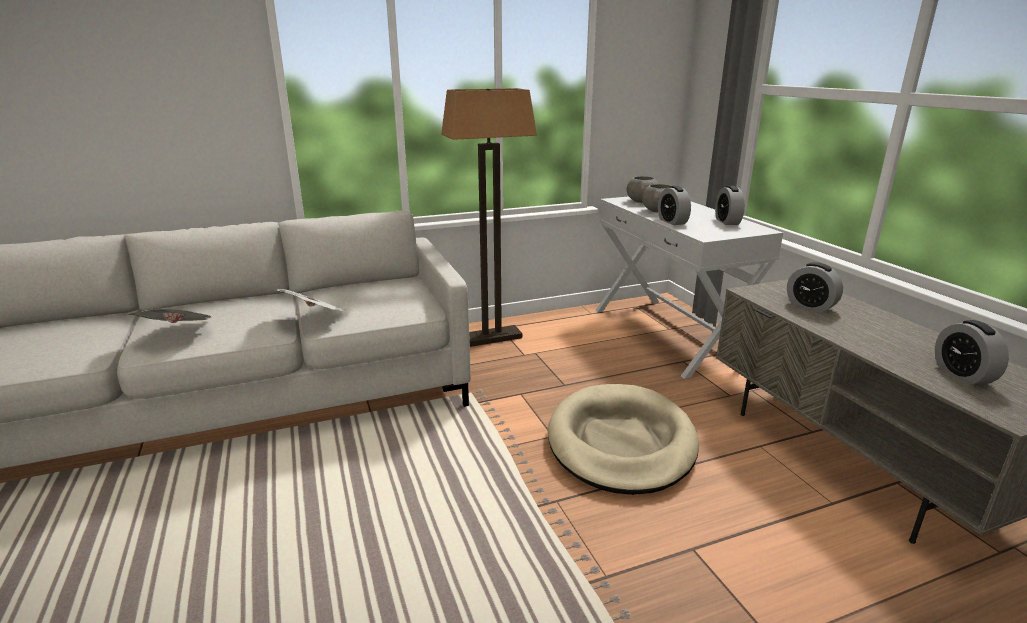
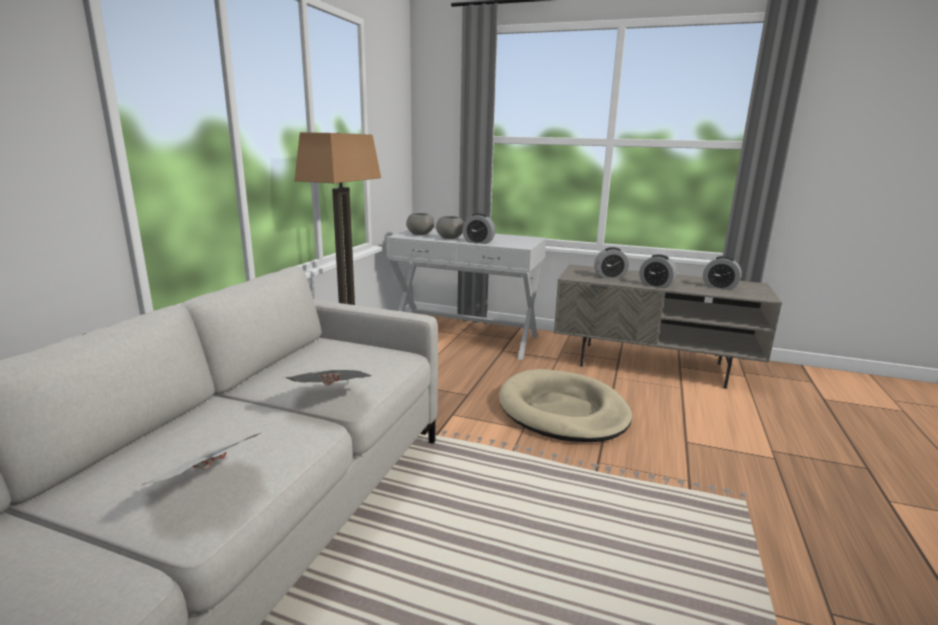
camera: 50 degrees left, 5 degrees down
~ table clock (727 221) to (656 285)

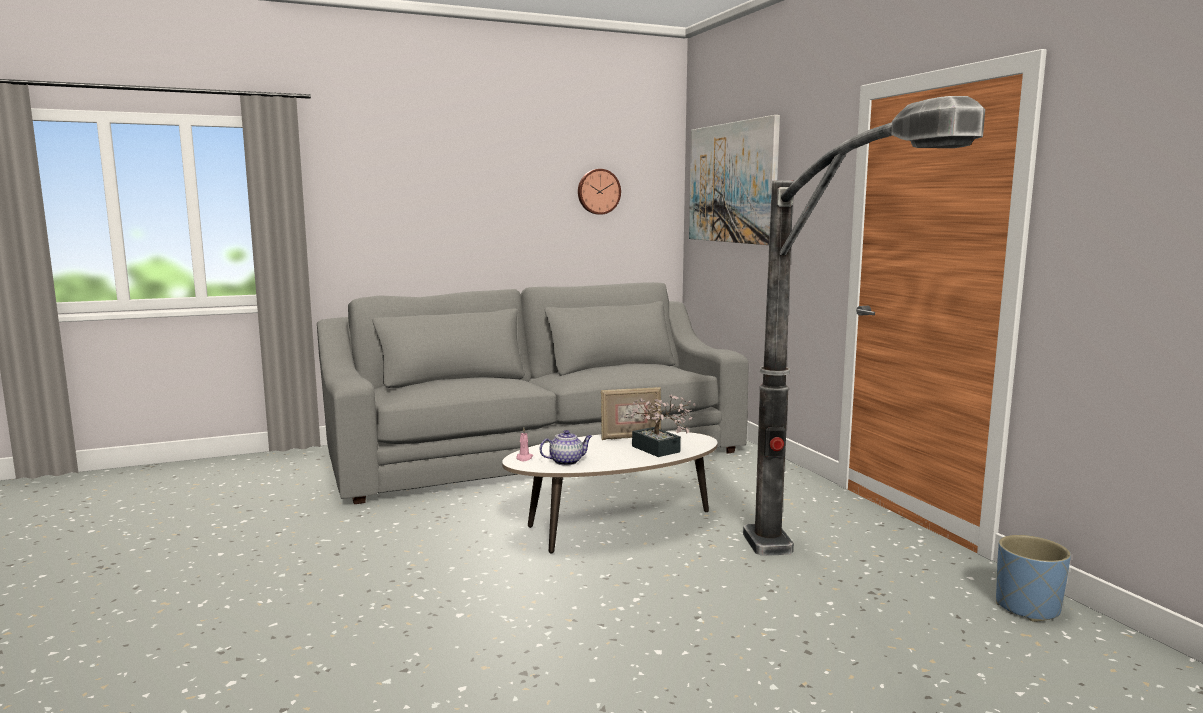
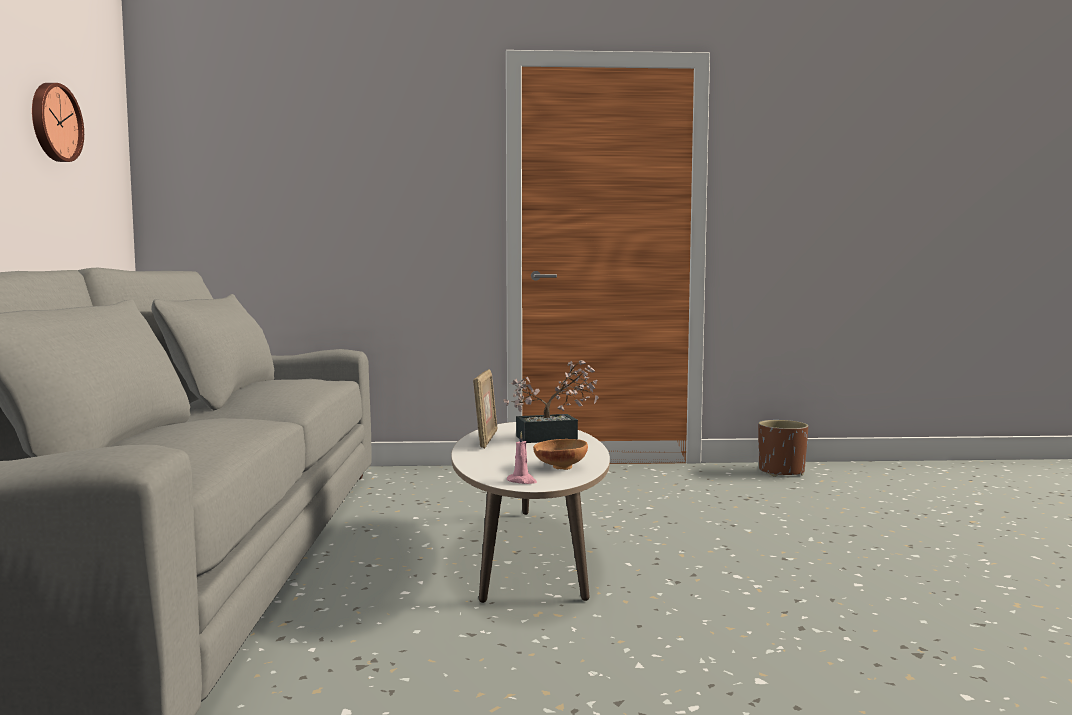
camera: 70 degrees left, 5 degrees down
- floor lamp (818 612)
- wall art (732 183)
~ teapot (567 461) to brown serving bowl (559 467)
~ bluish flower pot (1028 608) to brown flower pot (781 472)

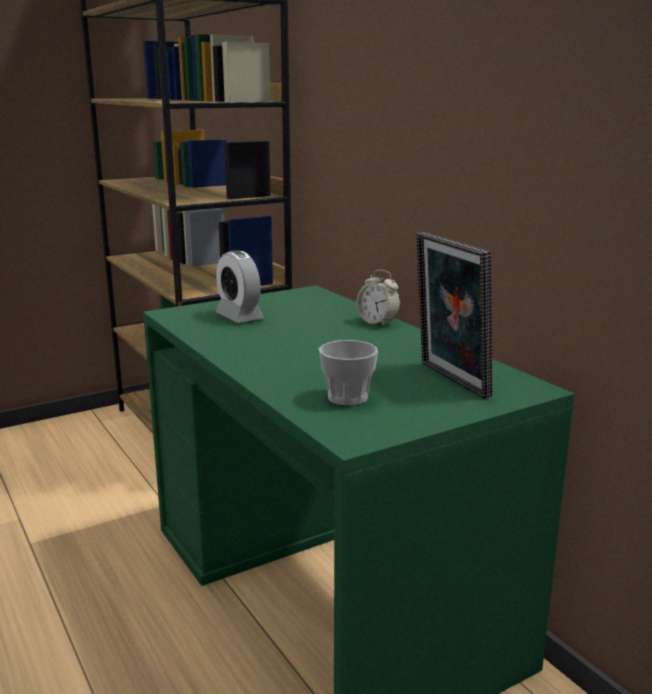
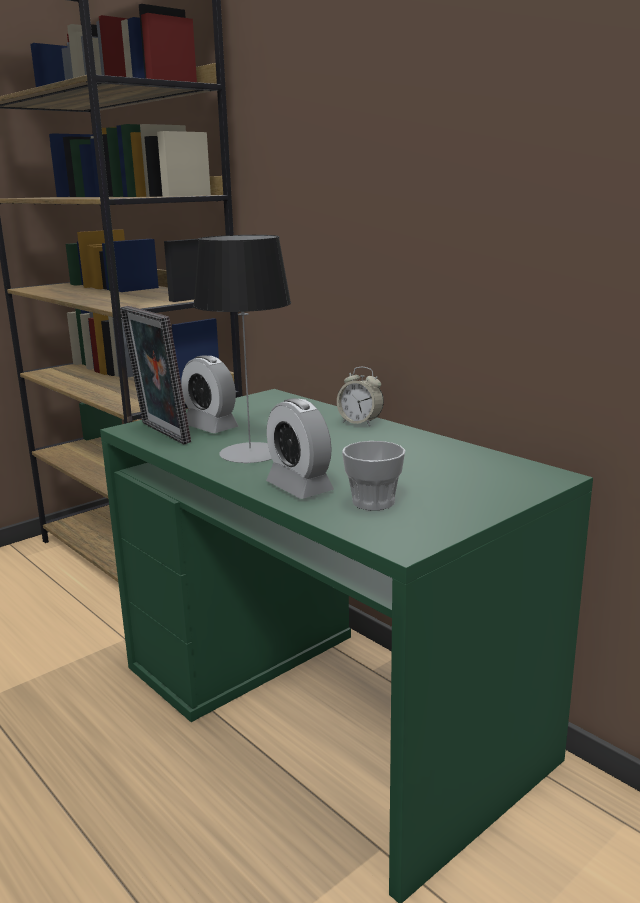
camera: 10 degrees left, 0 degrees up
~ photo frame (449 380) to (160 434)
+ table lamp (250 453)
+ table clock (299 487)

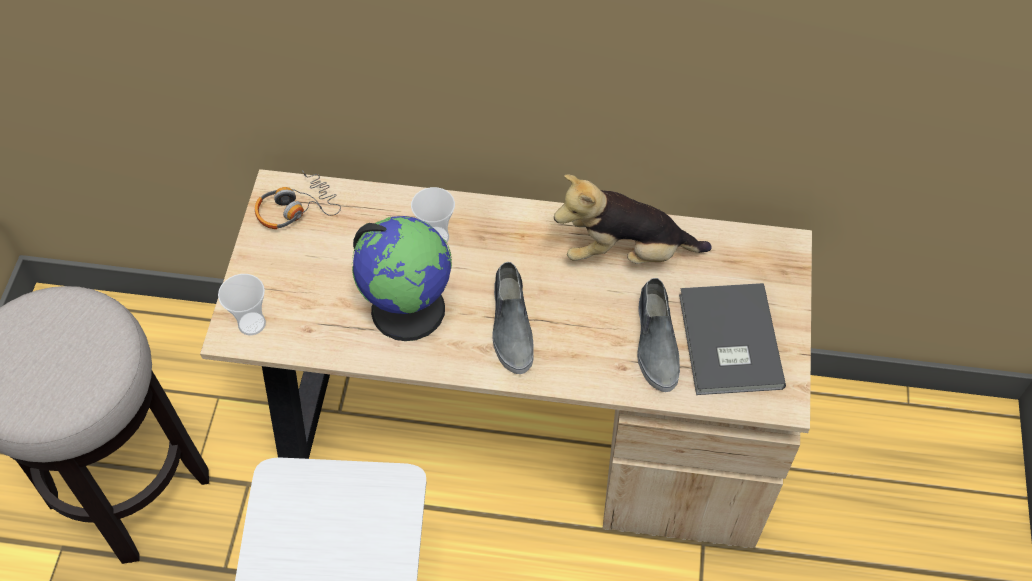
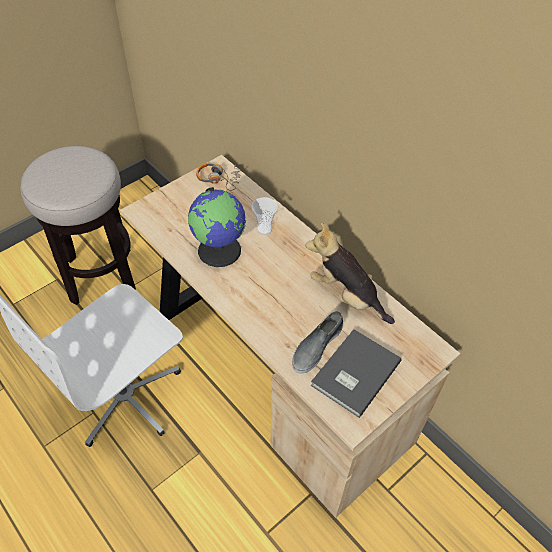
camera: 40 degrees right, 5 degrees down
- greyish low shoe (511 326)
- small cup (252 323)

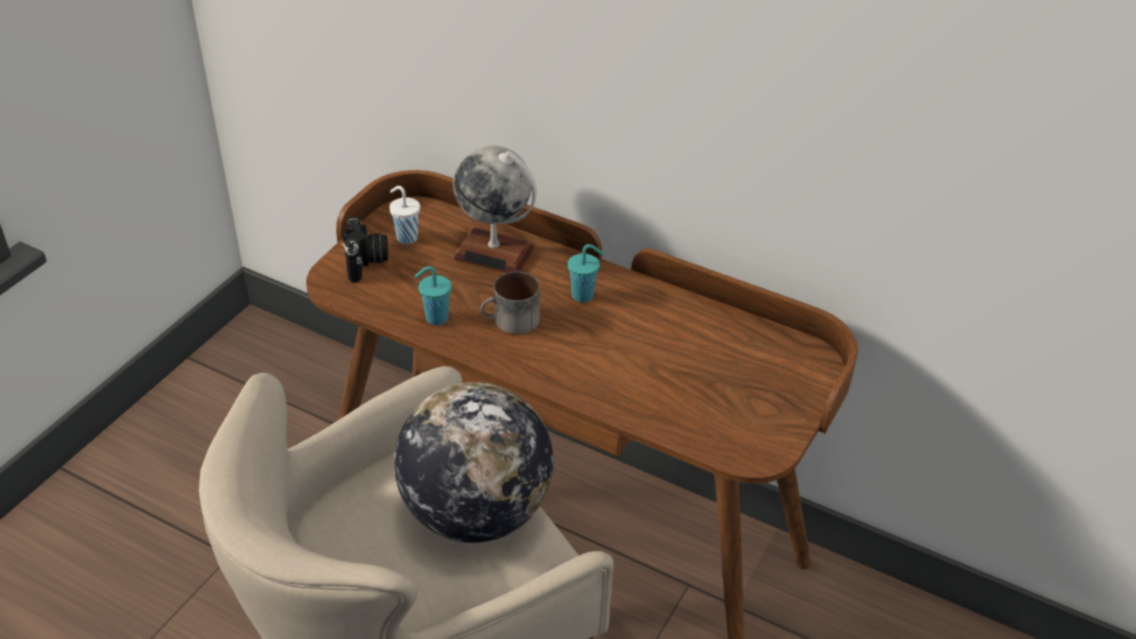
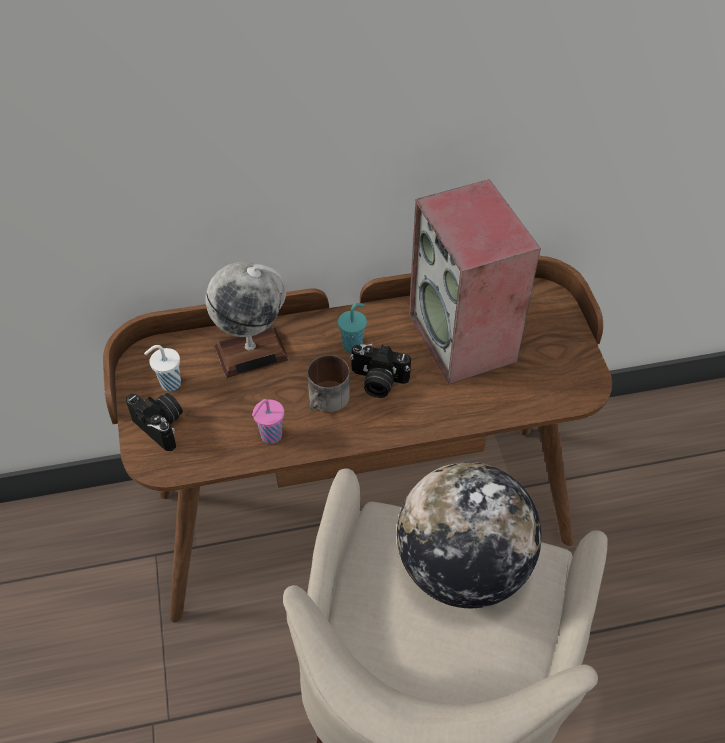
camera: 40 degrees left, 10 degrees up
~ turquoise small cup (435 318) to pink-coloured small cup (270 436)
+ loudspeaker (464 338)
+ still camera (378 382)

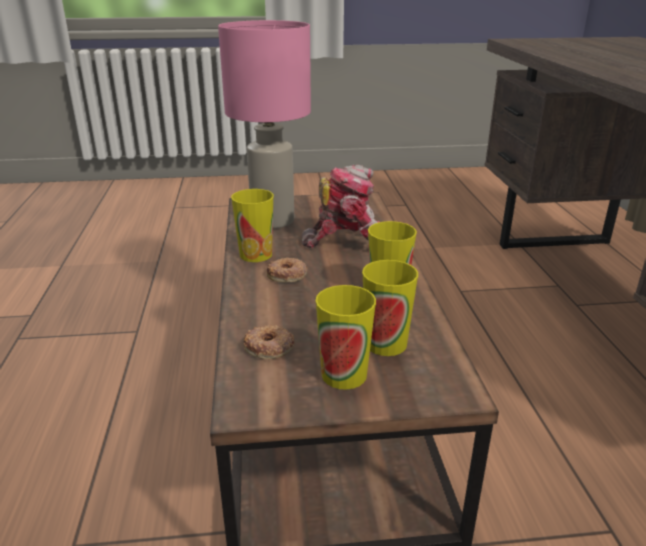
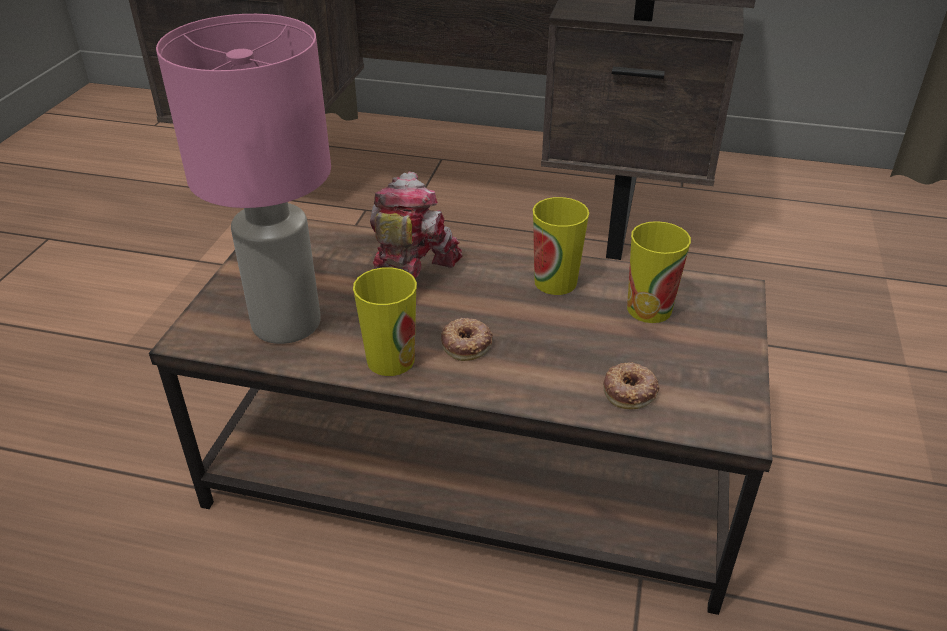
camera: 70 degrees left, 10 degrees up
- small cup (344 375)

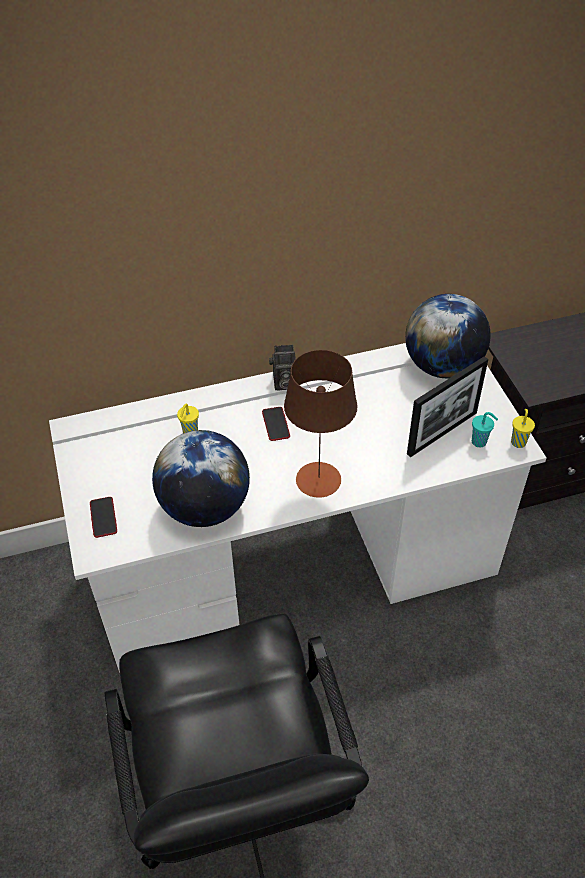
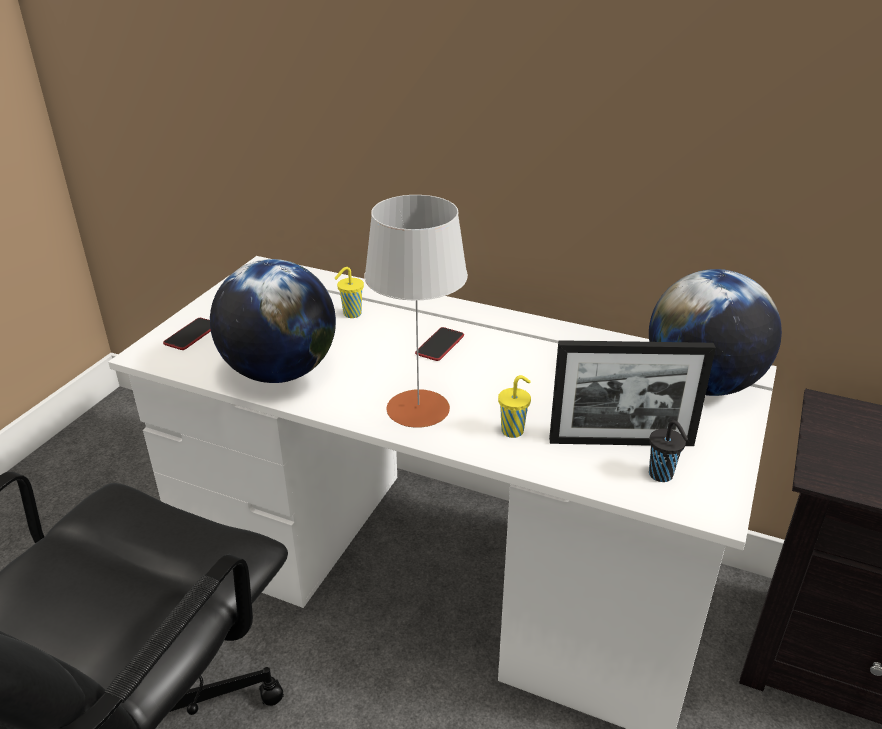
camera: 40 degrees right, 15 degrees down
- still camera (283 383)
~ brown table lamp (318 479) to greyish table lamp (418 409)
~ yellow small cup (518 442) to (513 430)
~ turquoise small cup (480 442) to black small cup (662 475)

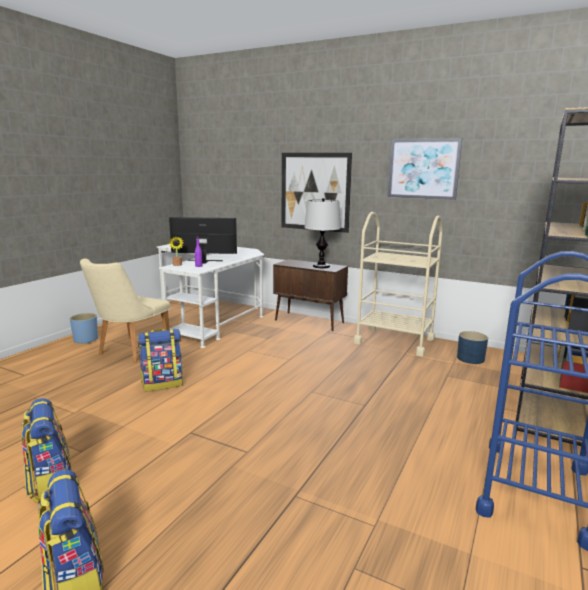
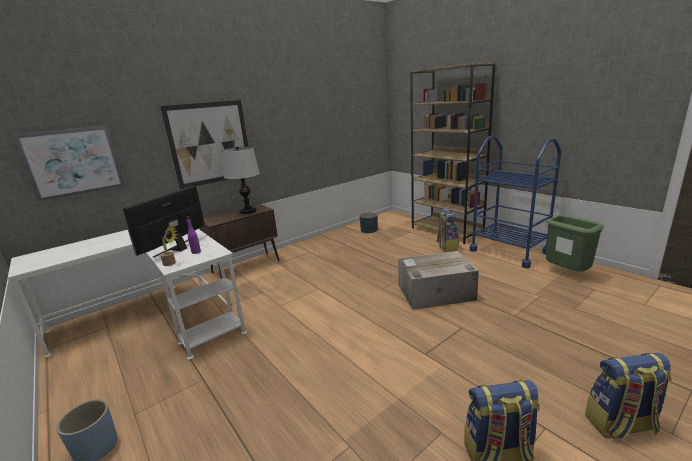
camera: 65 degrees left, 5 degrees up
~ wall art (423 169) to (73 162)
- beige wheeled cart (394 341)
- beige plain chair (129 352)
~ knapsack (162 384) to (447 247)
+ green-coloured trash can (567 273)
+ carton (435 292)

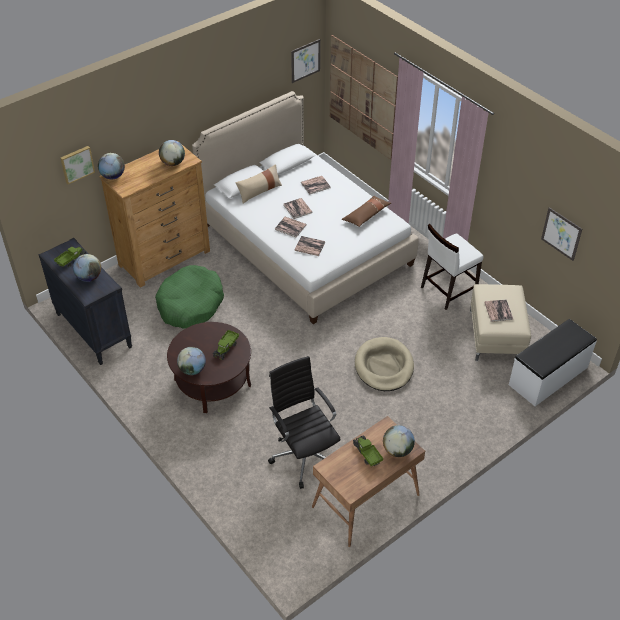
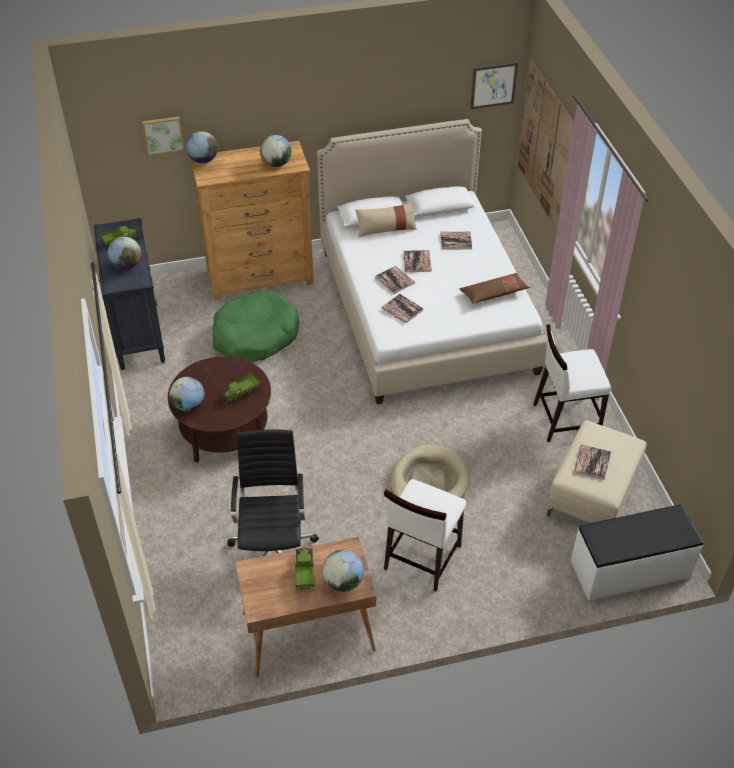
camera: 25 degrees right, 0 degrees up
- wall art (561 233)
+ white plain chair (421 558)

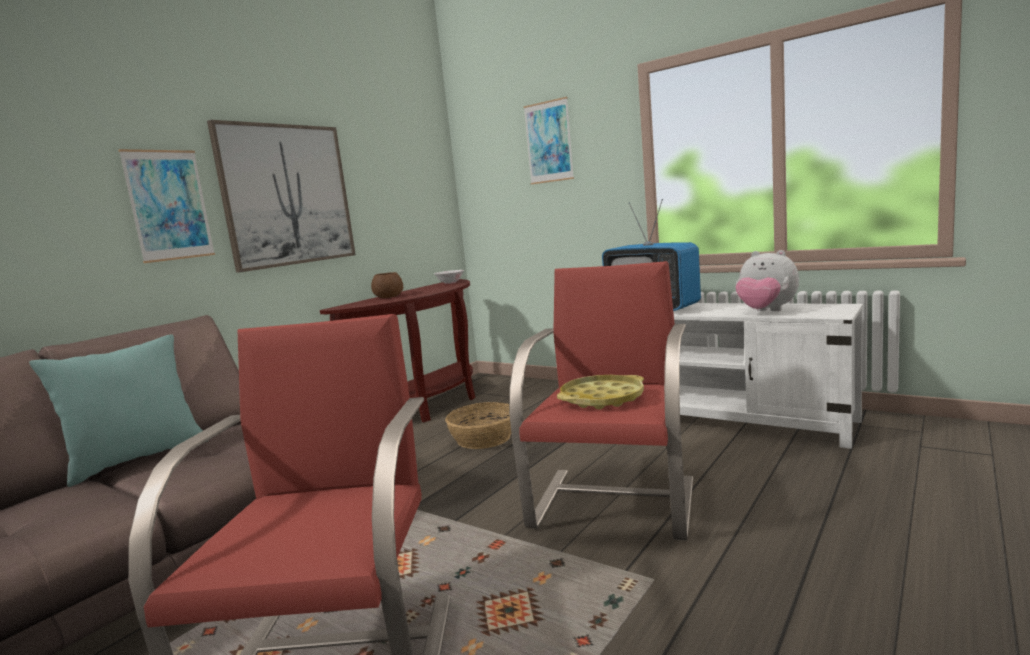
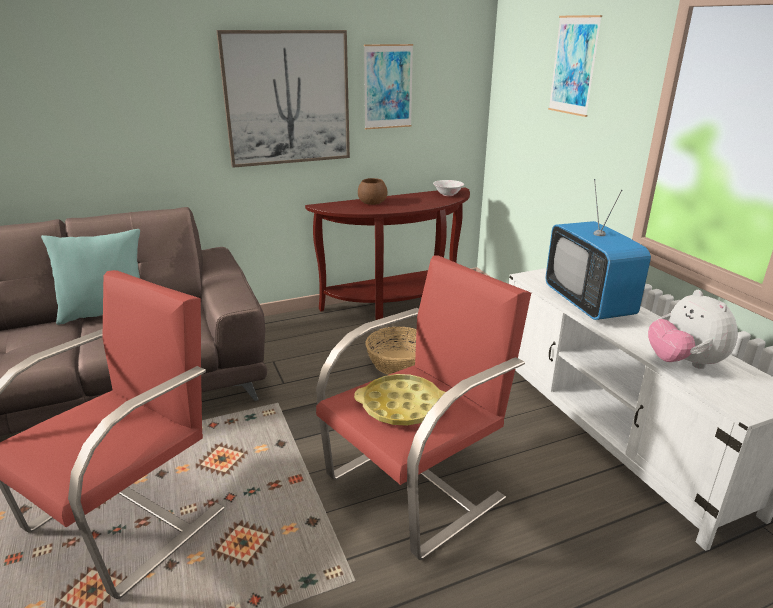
camera: 30 degrees right, 15 degrees up
~ wall art (169 205) to (388 87)

